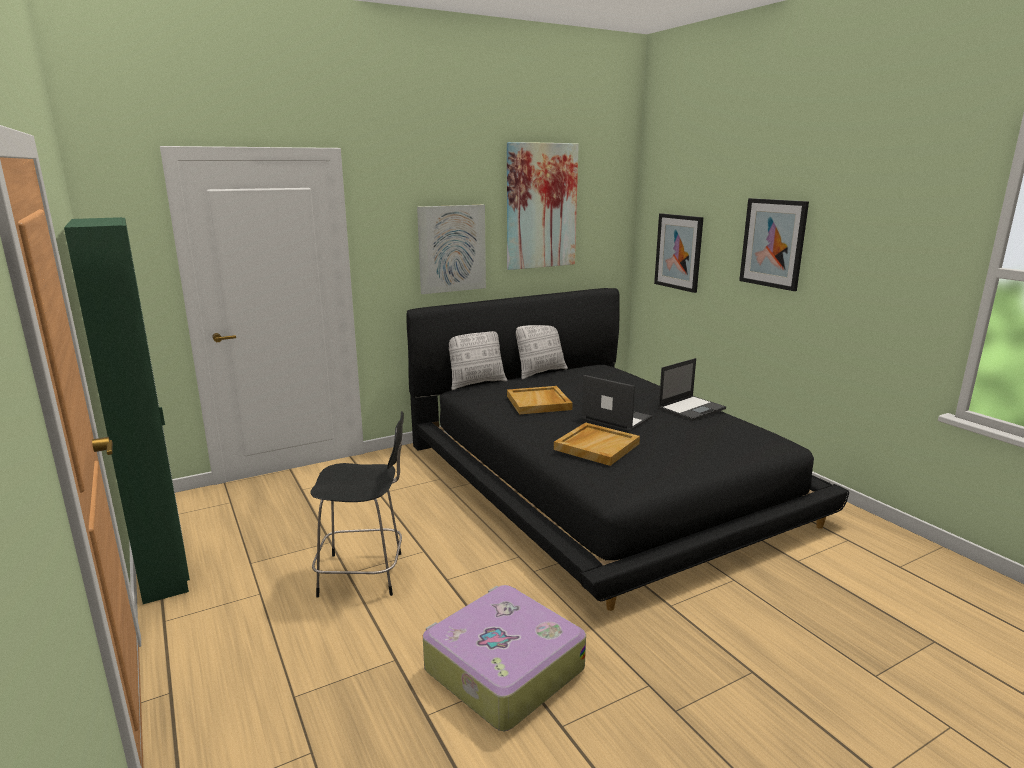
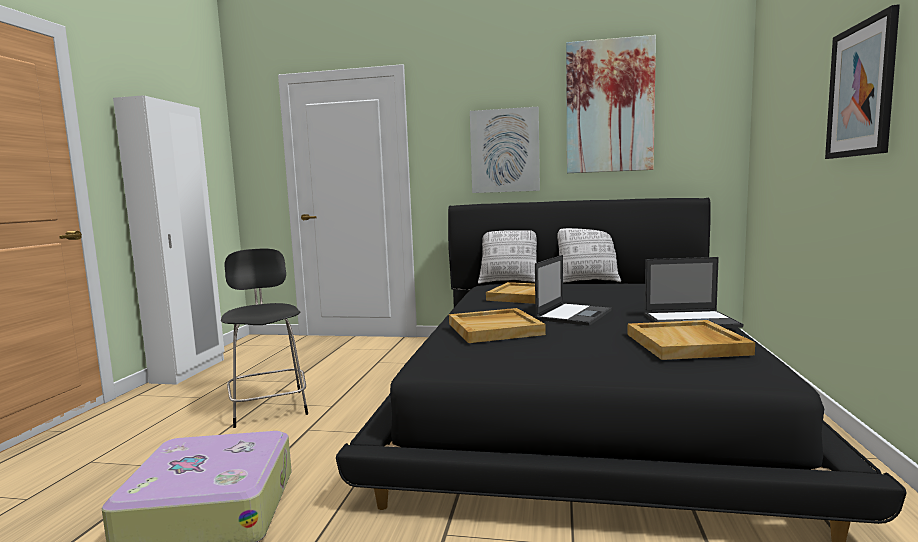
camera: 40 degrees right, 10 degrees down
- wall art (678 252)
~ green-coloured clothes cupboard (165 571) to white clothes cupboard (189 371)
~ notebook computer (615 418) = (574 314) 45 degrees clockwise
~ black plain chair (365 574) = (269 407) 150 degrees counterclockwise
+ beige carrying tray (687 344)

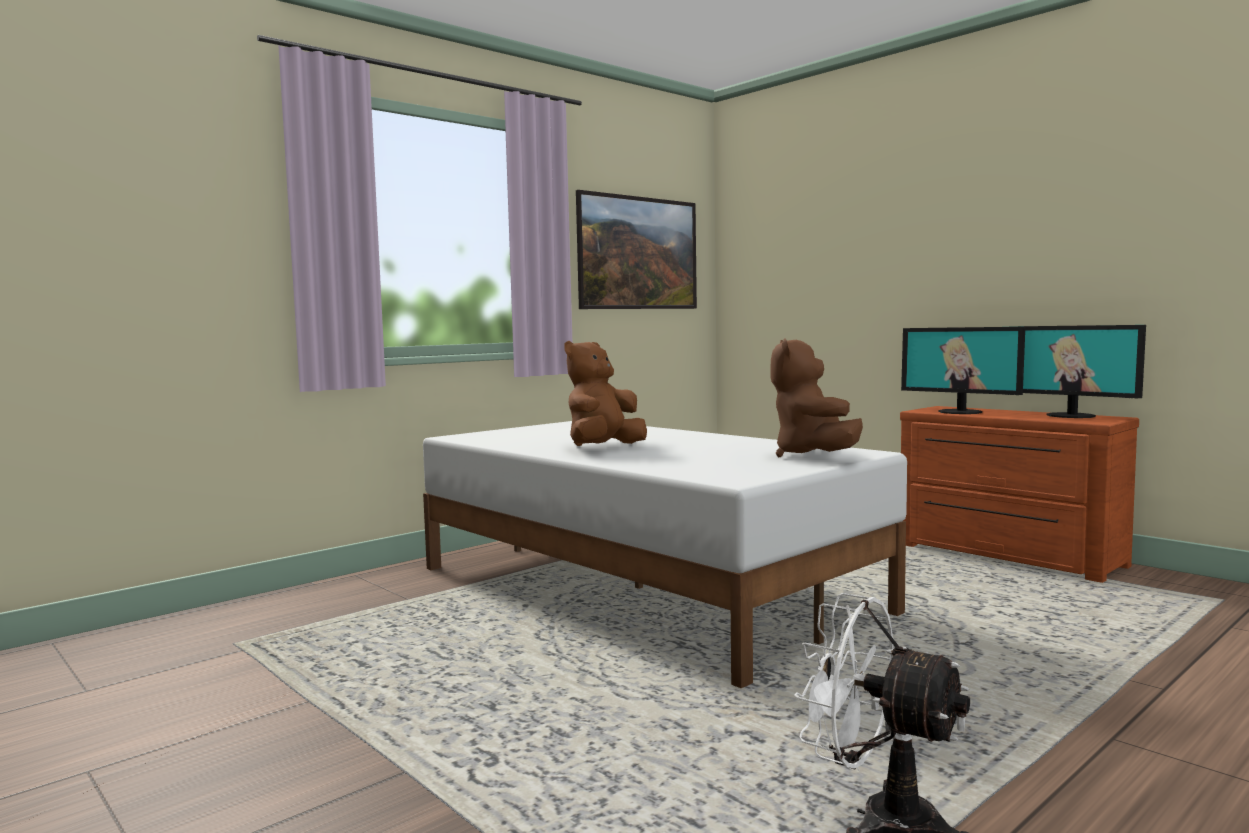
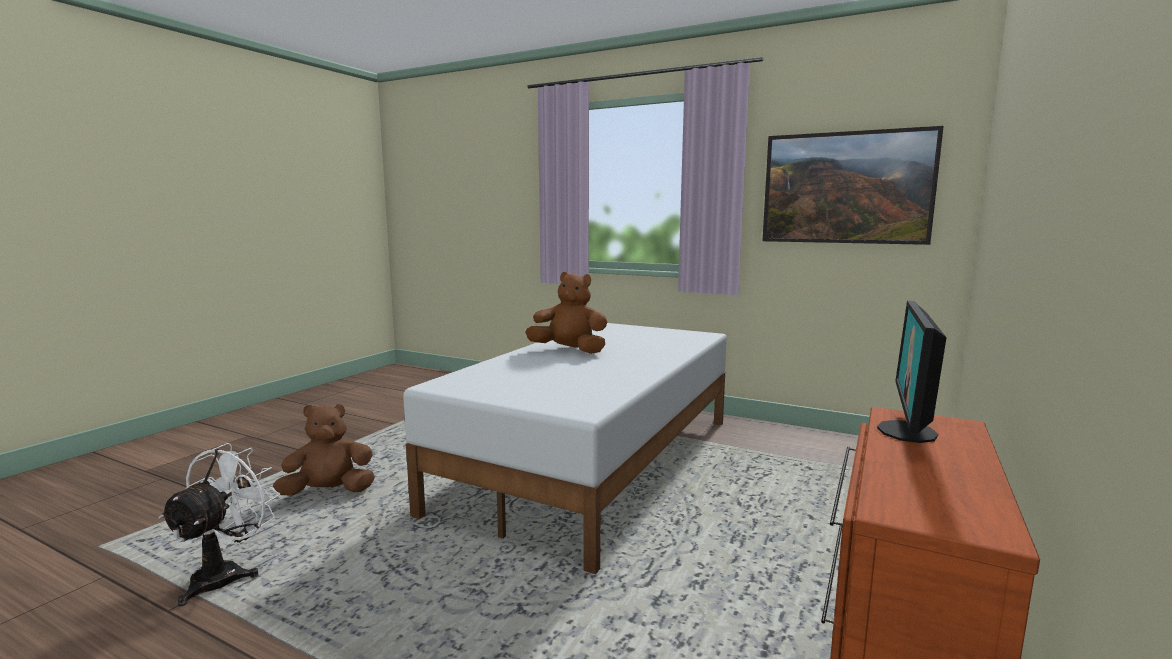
camera: 70 degrees right, 5 degrees up
- computer display (1071 415)
~ brown cuddly toy (812 456) to (329 492)

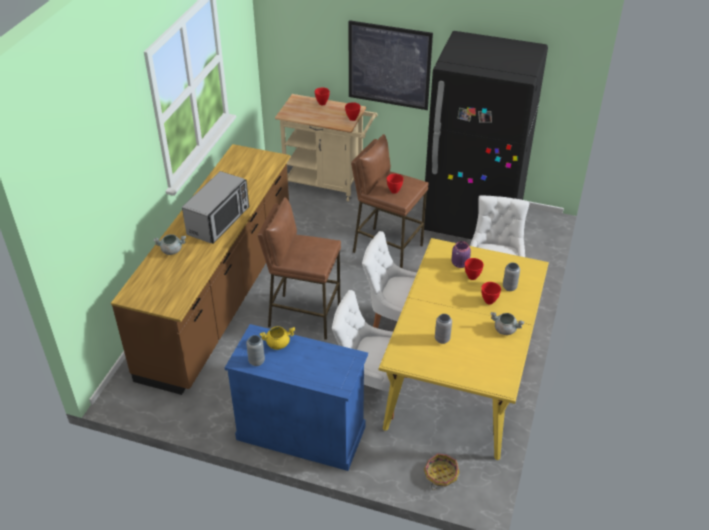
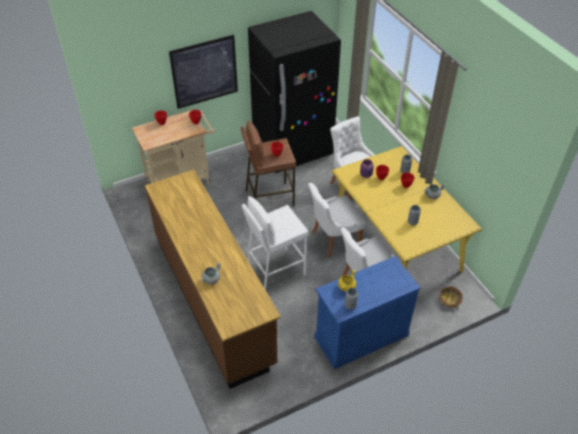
camera: 45 degrees left, 5 degrees up
- kitchen microwave (219 221)
~ brown sitting stool (304 316) to white sitting stool (275 270)

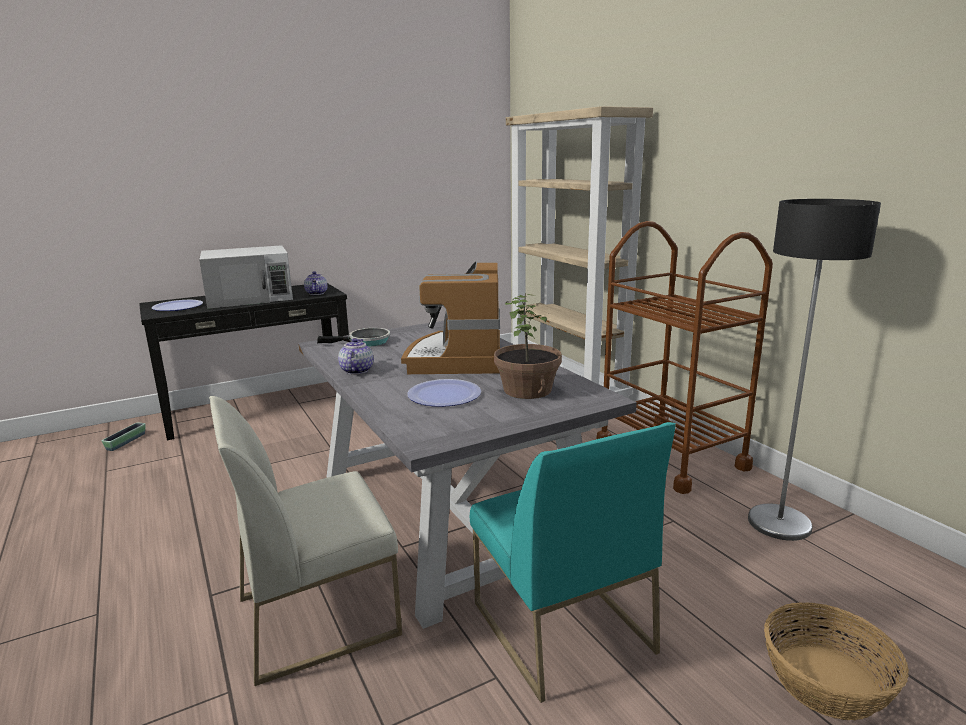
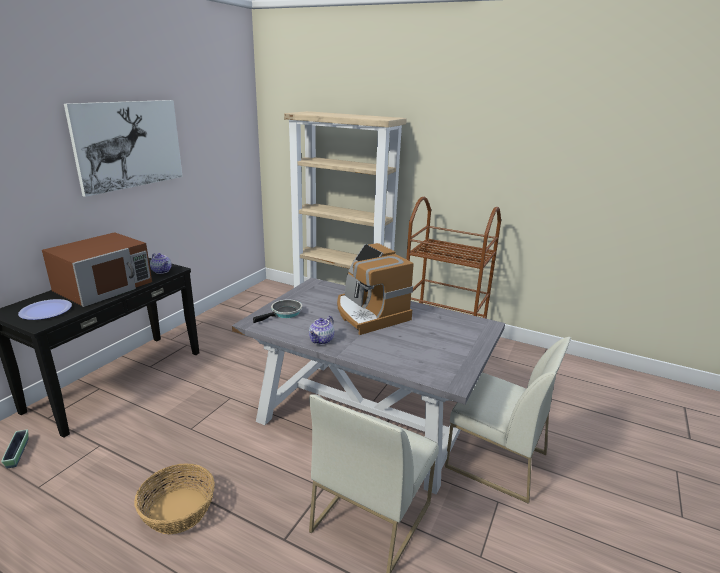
camera: 35 degrees left, 5 degrees up
- floor lamp (780 523)
~ white kitchen microwave (250 297) to brown kitchen microwave (104 286)
- potted plant (528 390)
~ teapot (356 370) = (322 340) 120 degrees counterclockwise
- dinner plate (444 395)
~ turquoise plain chair (560 626) to white plain chair (495 460)
~ storage basket (827 681) to (179 510)
+ wall art (129 144)

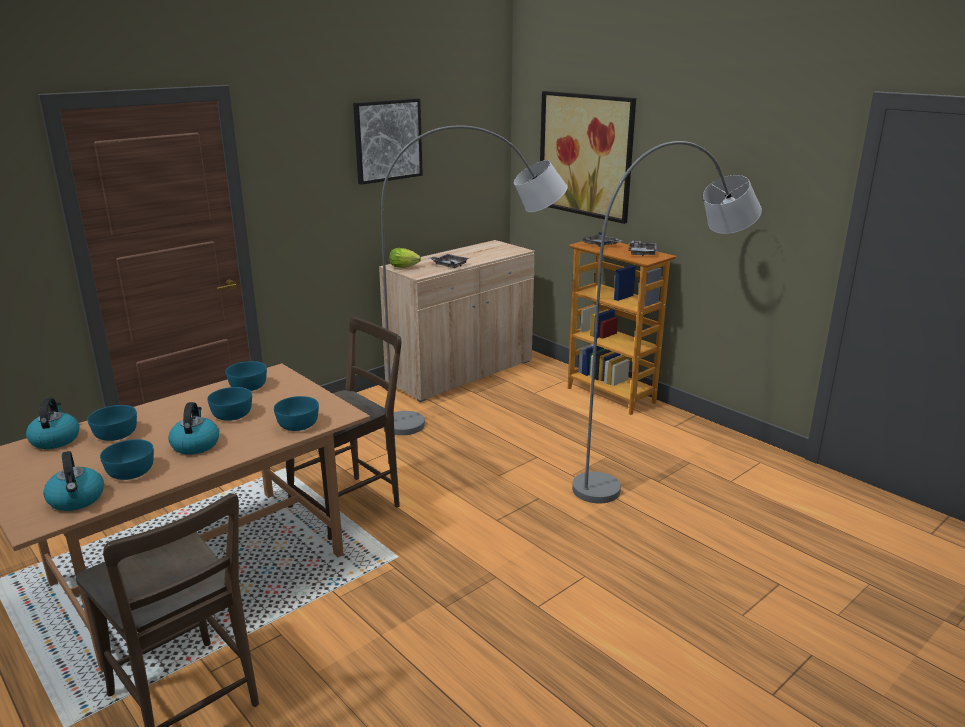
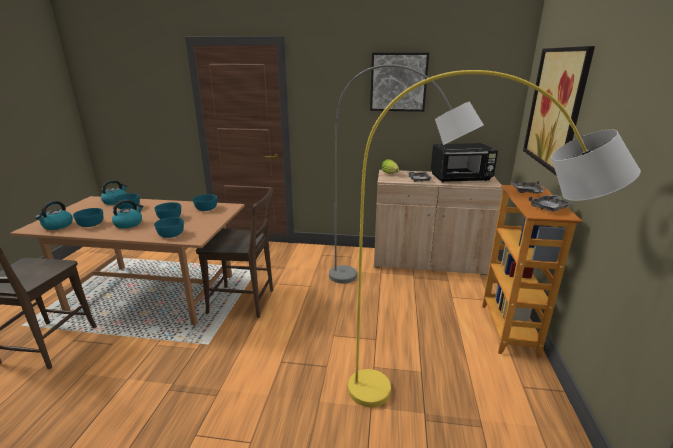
camera: 50 degrees right, 0 degrees up
~ greyish floor lamp (657 462) to yellow floor lamp (452 404)
+ black kitchen microwave (461 178)

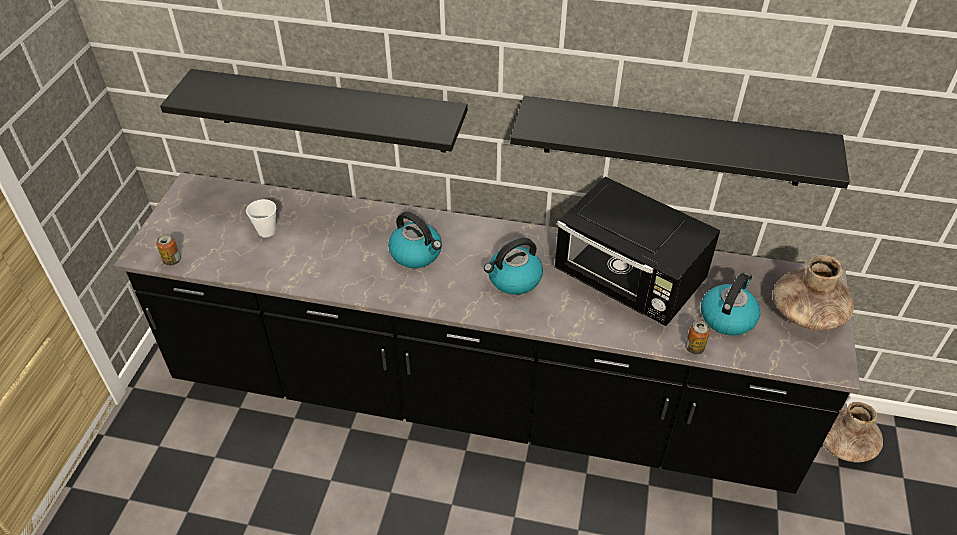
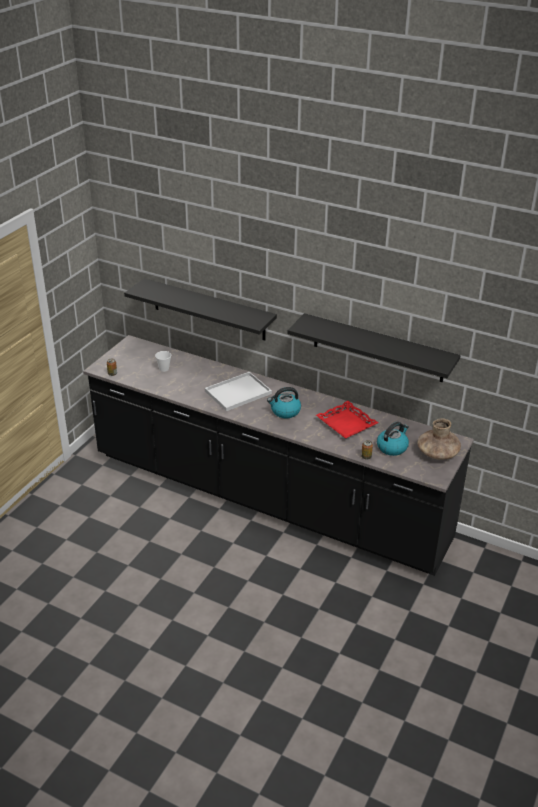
camera: 15 degrees right, 10 degrees down
~ black kitchen microwave (629 283) to red-coloured carrying tray (347 423)
~ tea kettle (417 253) to white carrying tray (238 391)
- brown vase (843 443)

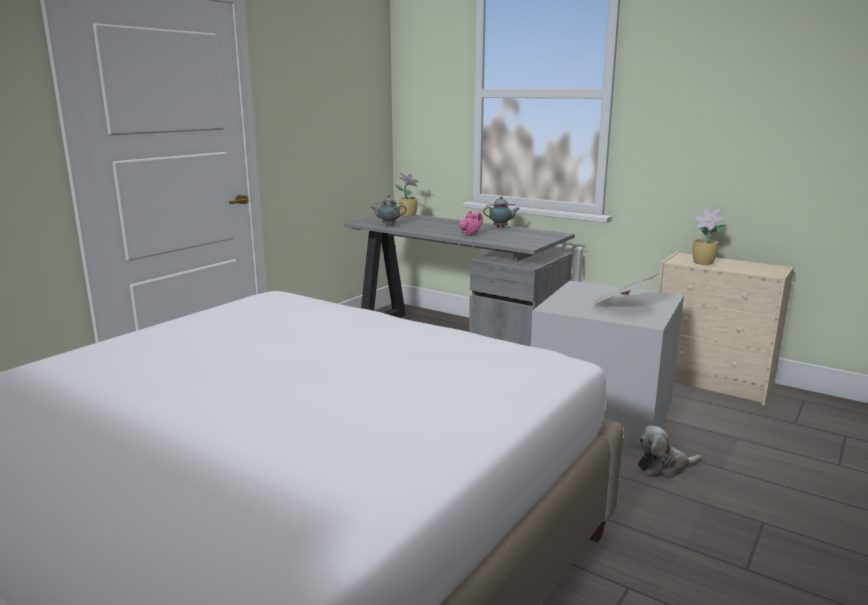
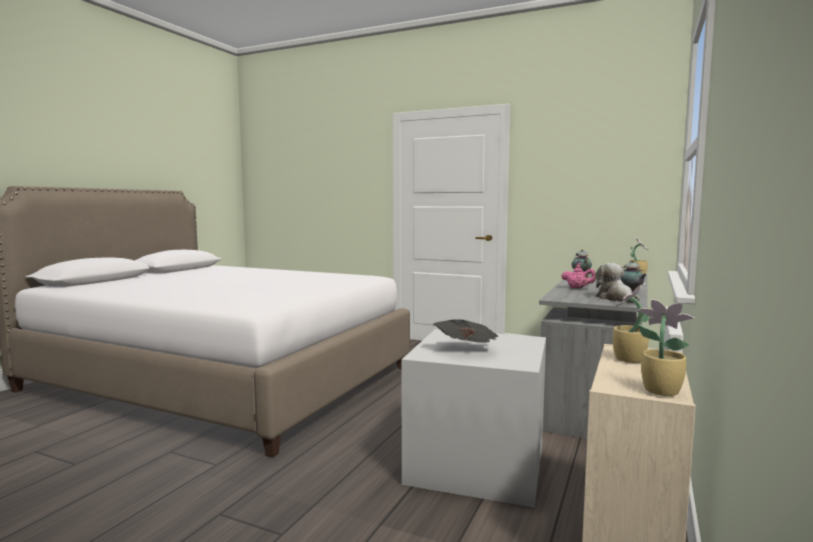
camera: 80 degrees right, 10 degrees down
~ cuddly toy (664 467) to (616 299)
+ potted plant (659 390)

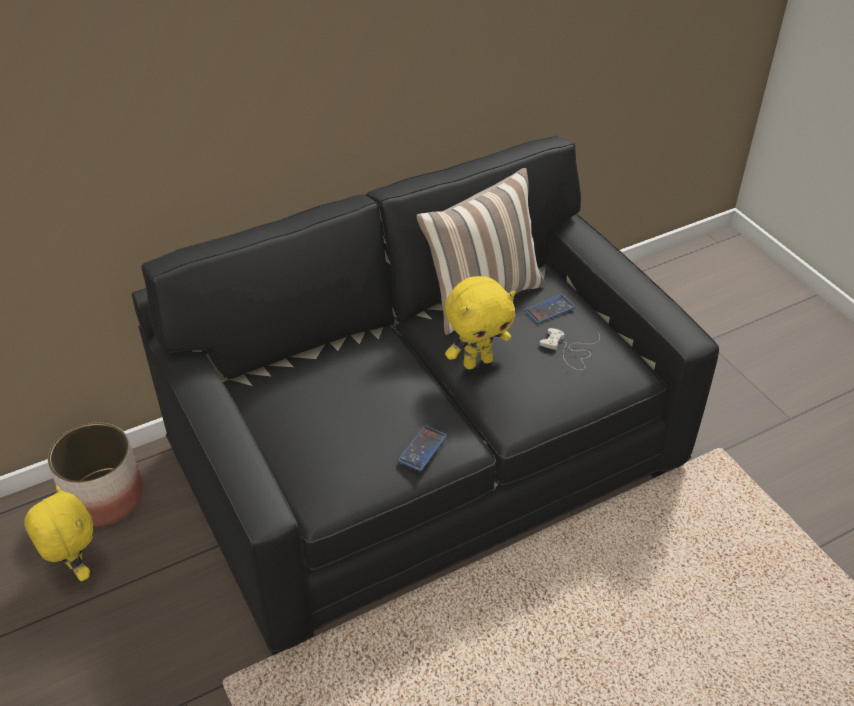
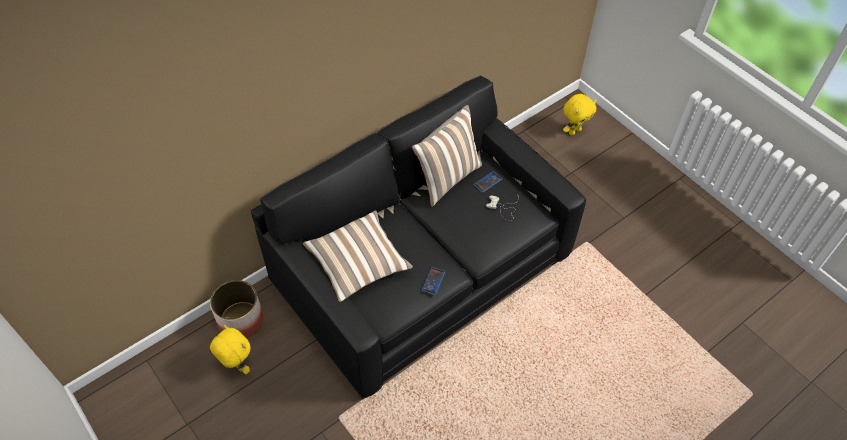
camera: 10 degrees left, 10 degrees up
~ yellow cuddly toy (477 361) to (574 131)
+ throw pillow (358 264)

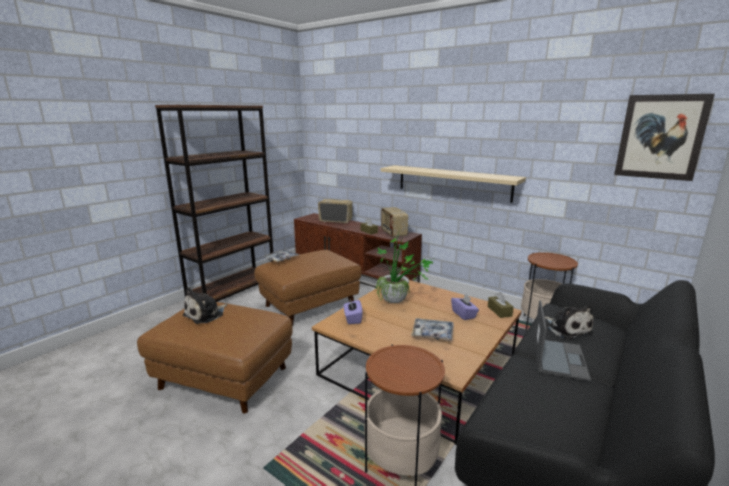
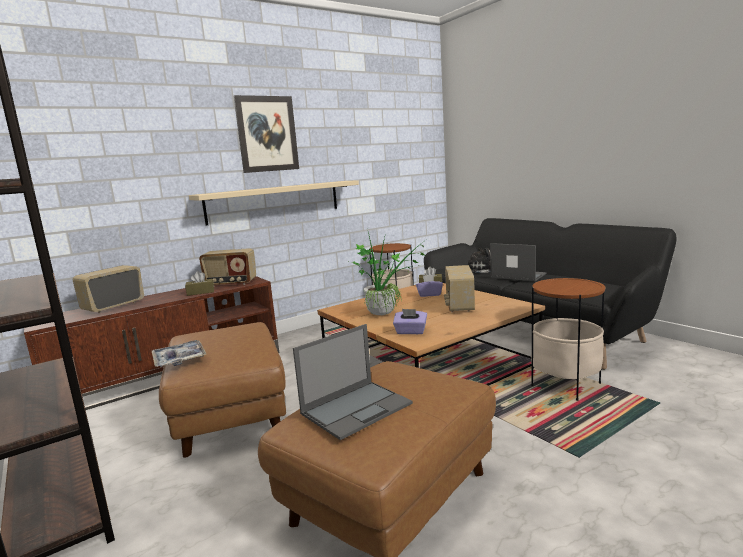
camera: 70 degrees left, 5 degrees down
~ wall art (660 137) to (267 134)
~ cuddly toy (206 314) to notebook computer (357 408)
~ carrying tray (432 333) to radio (459 306)

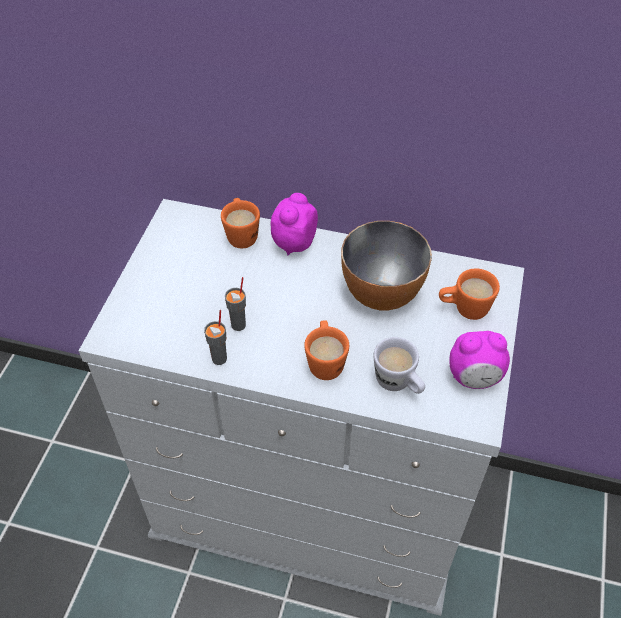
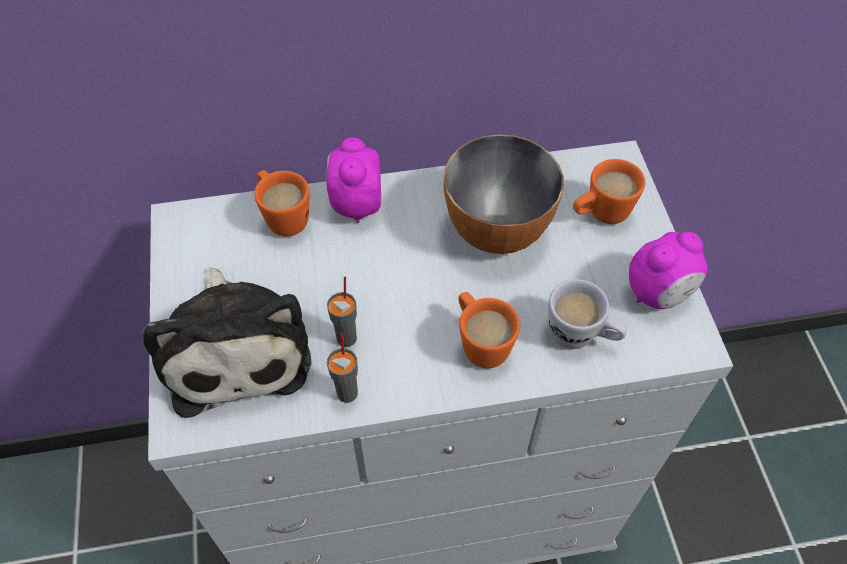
camera: 25 degrees left, 5 degrees up
+ cuddly toy (236 347)

